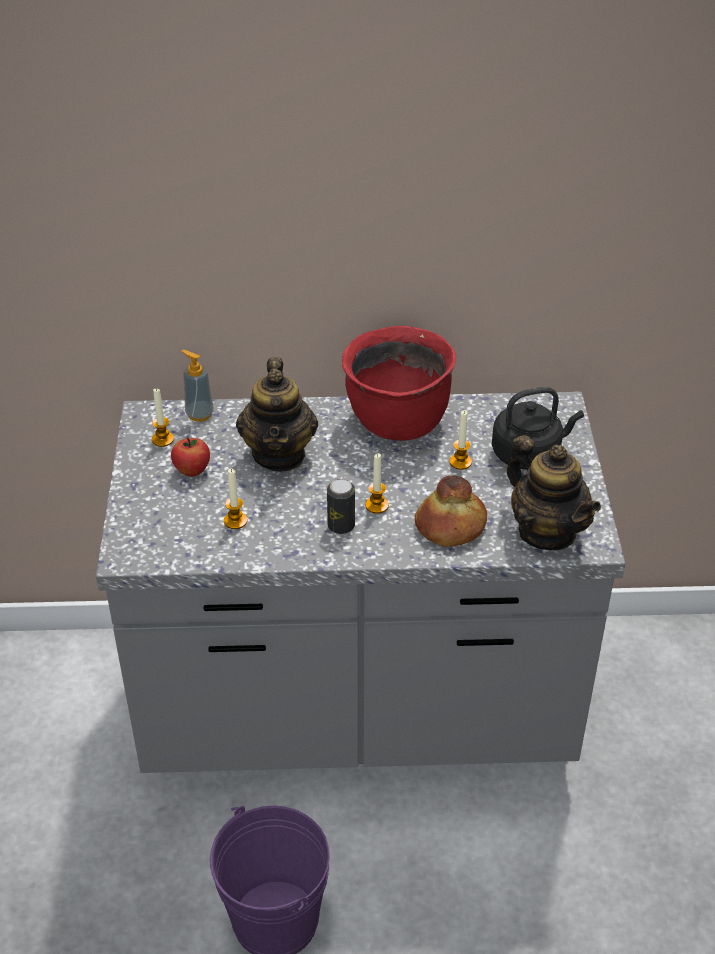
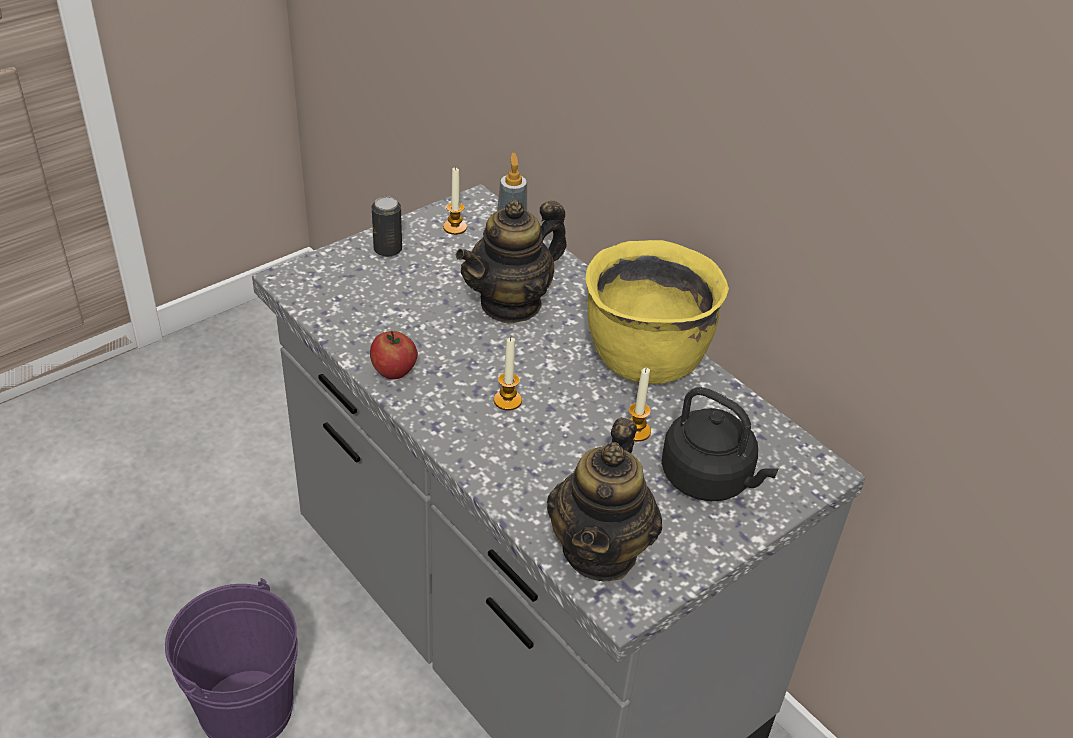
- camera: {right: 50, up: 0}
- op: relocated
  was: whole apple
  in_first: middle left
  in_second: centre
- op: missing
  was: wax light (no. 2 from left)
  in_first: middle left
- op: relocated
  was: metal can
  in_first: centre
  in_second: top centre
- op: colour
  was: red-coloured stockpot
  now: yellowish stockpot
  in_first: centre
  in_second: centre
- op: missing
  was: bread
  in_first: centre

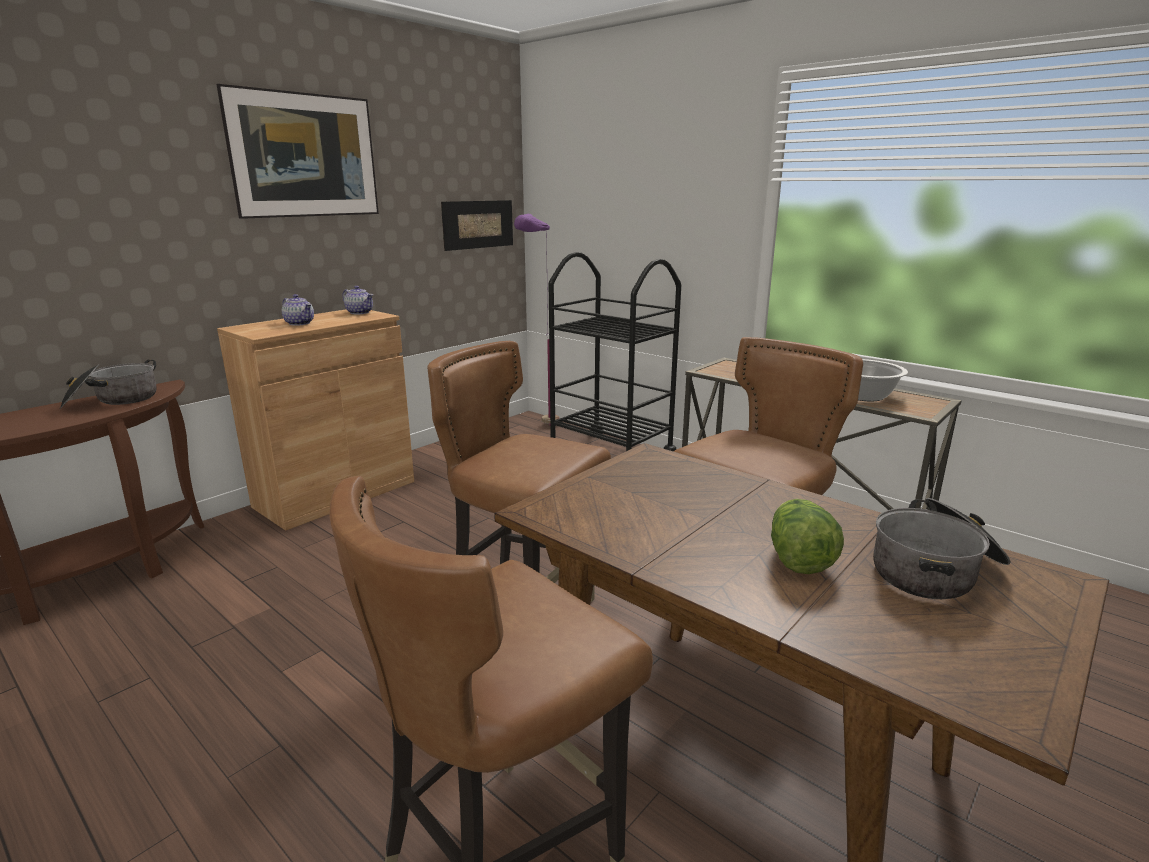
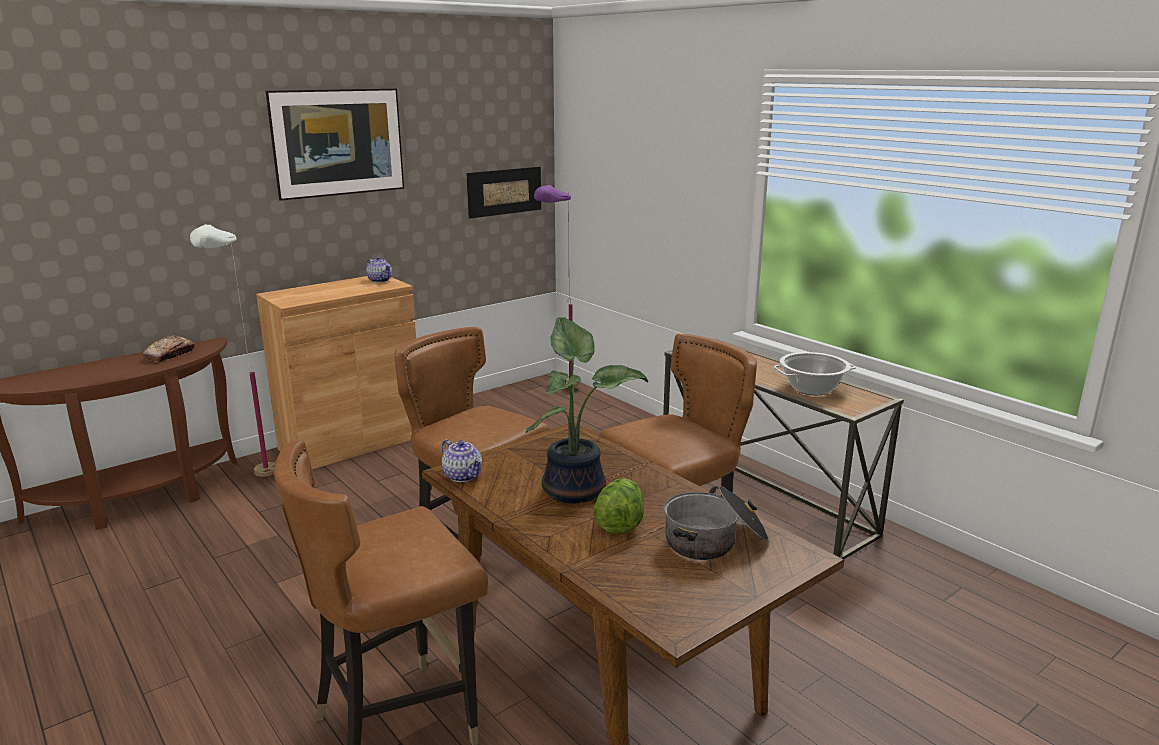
- camera: {right: 10, up: 0}
- op: exchanged
  was: stockpot (no. 1 from left)
  now: bread
  in_first: middle left
  in_second: middle left
- op: relocated
  was: teapot (no. 1 from left in the first image)
  now: teapot (no. 2 from left)
  in_first: middle left
  in_second: centre
- op: missing
  was: black wheeled cart
  in_first: centre
- op: appeared
  now: white-coloured floor lamp
  in_second: middle left
- op: appeared
  now: potted plant
  in_second: centre

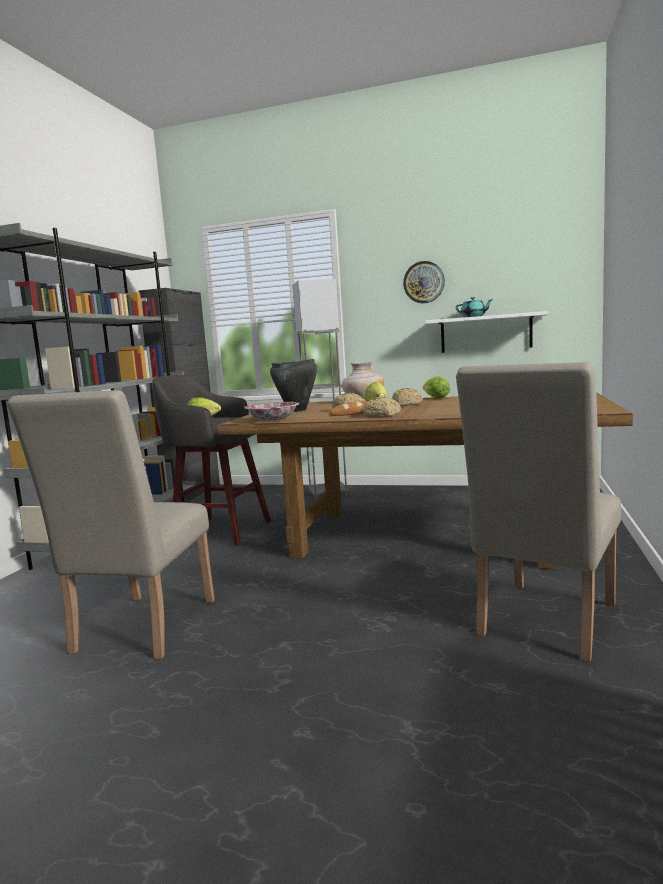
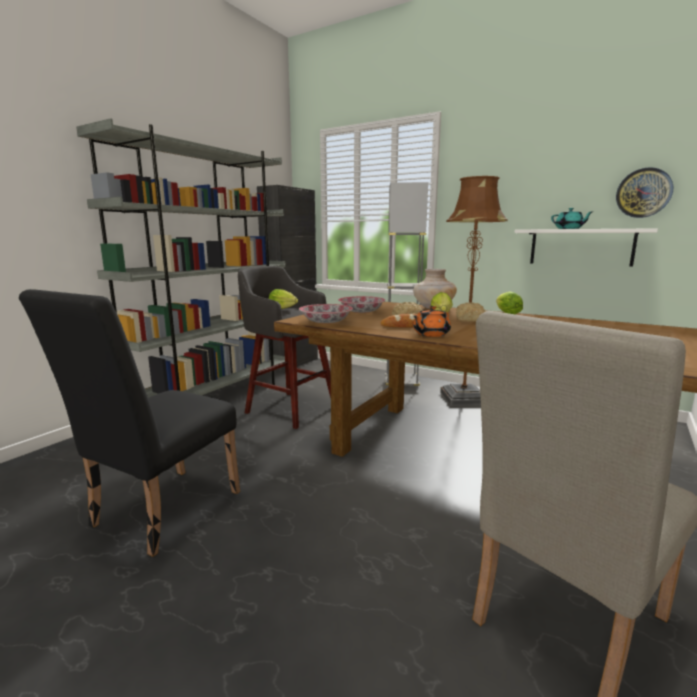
- camera: {right: 15, up: 5}
- op: colour
  was: beige chair (no. 1 from left)
  now: black chair
  in_first: middle left
  in_second: middle left
- op: exchanged
  was: black stockpot
  now: deep dish (no. 2 from left)
  in_first: centre
  in_second: centre
- op: exchanged
  was: bread (no. 3 from left)
  now: orange teapot
  in_first: centre
  in_second: centre
- op: relocated
  was: clock on the wall
  in_first: top centre
  in_second: top right
- op: appeared
  now: brown floor lamp
  in_second: middle right

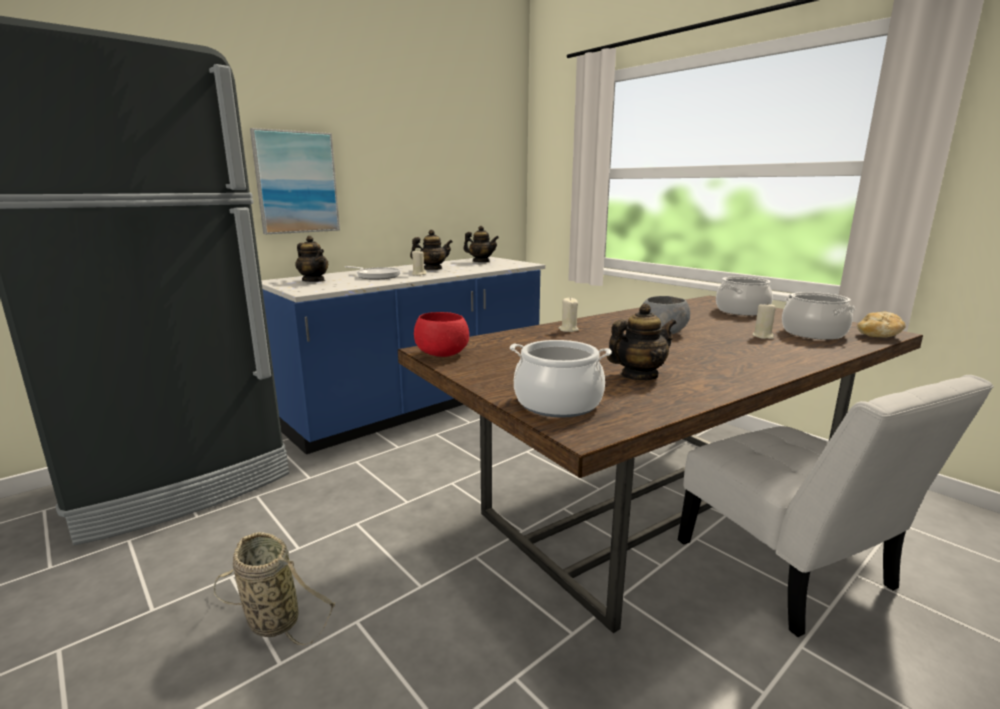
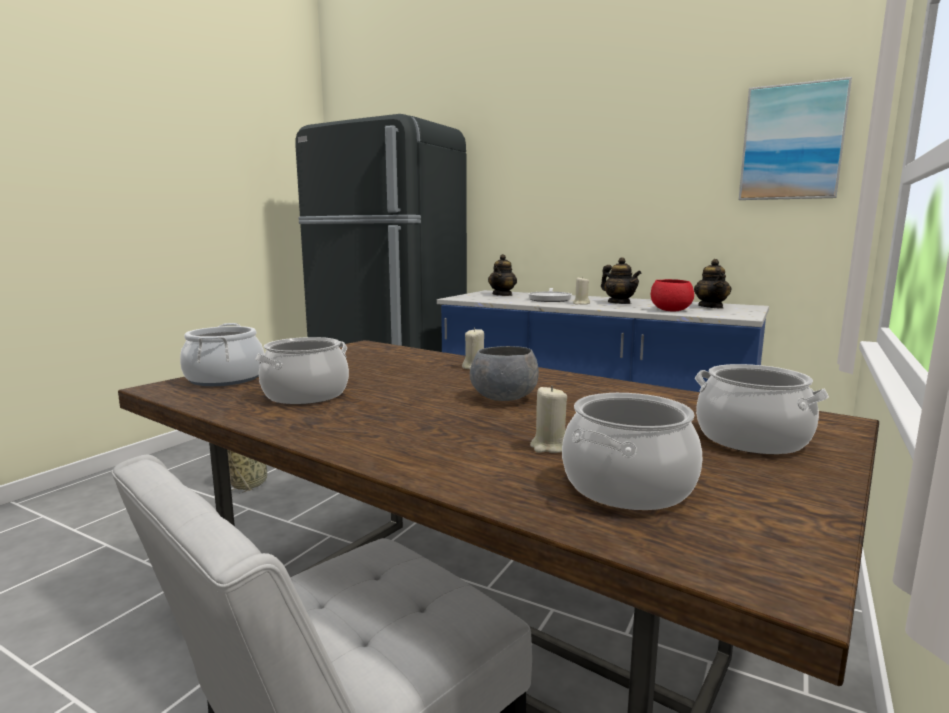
- camera: {right: 70, up: -5}
- op: relocated
  was: wall picture
  in_first: top left
  in_second: top right
- op: relocated
  was: red-coloured deep dish
  in_first: centre
  in_second: middle right
- op: exchanged
  was: teapot (no. 4 from left)
  now: stockpot (no. 2 from left)
  in_first: centre
  in_second: middle left
- op: missing
  was: bread
  in_first: middle right

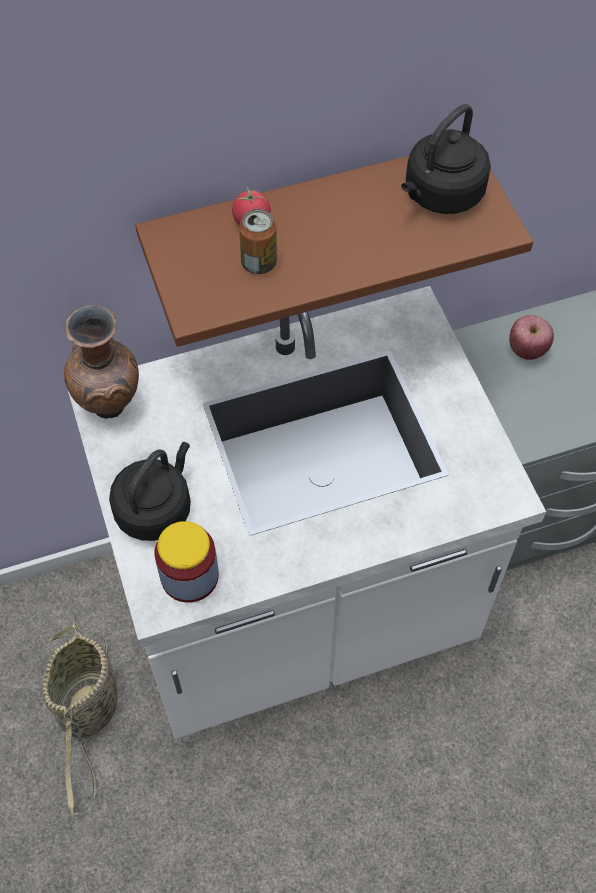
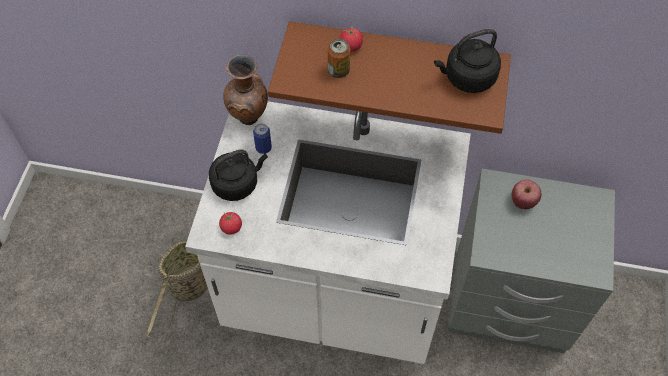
- camera: {right: 30, up: 0}
- op: exchanged
  was: jar
  now: tomato (no. 1 from left)
  in_first: middle left
  in_second: centre
- op: appeared
  now: metal can (no. 1 from left)
  in_second: centre

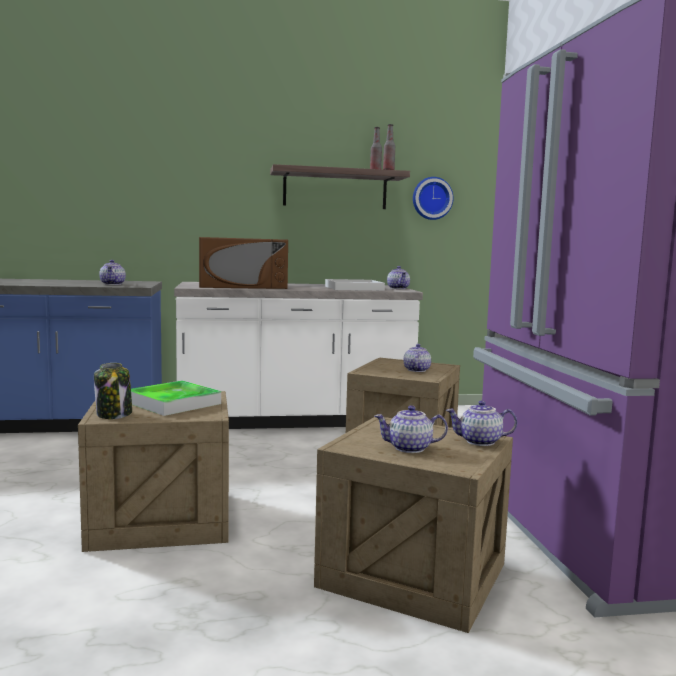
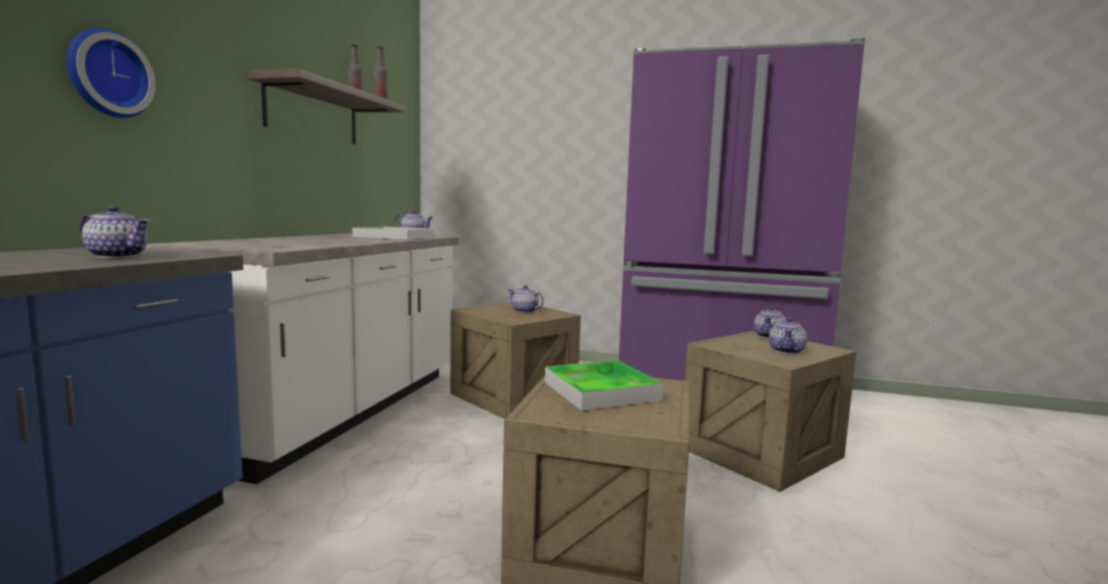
- camera: {right: -65, up: 0}
- op: missing
  was: jar
  in_first: middle left
- op: missing
  was: brown microwave oven
  in_first: centre
- op: relocated
  was: clock on the wall
  in_first: top centre
  in_second: top left

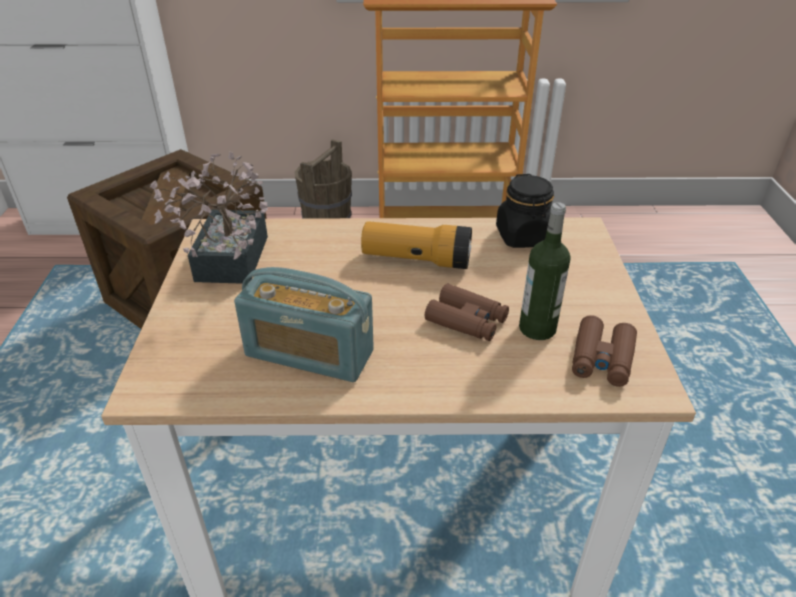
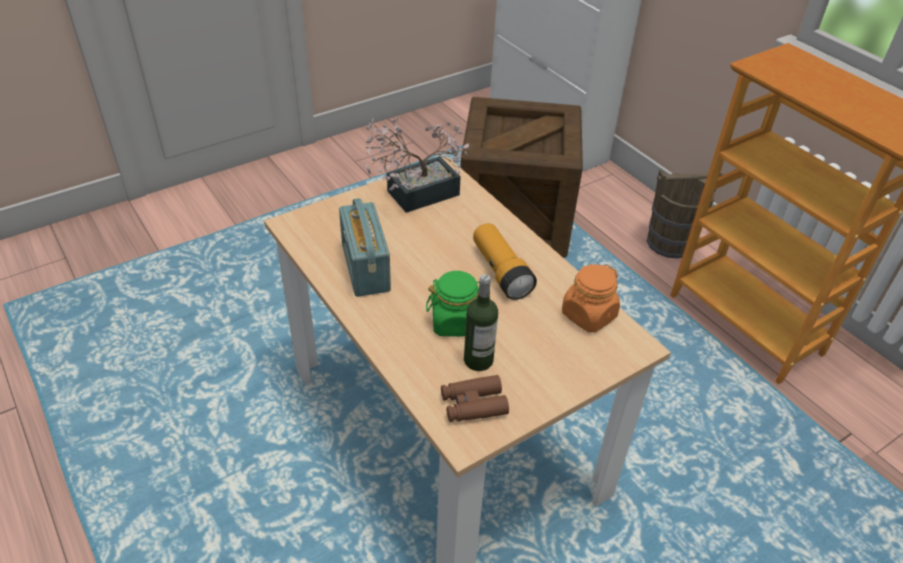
- camera: {right: 55, up: 5}
- op: exchanged
  was: brown pair of binoculars (no. 1 from left)
  now: greenish jar
  in_first: centre
  in_second: centre
- op: colour
  was: black jar
  now: orange jar
  in_first: centre
  in_second: centre

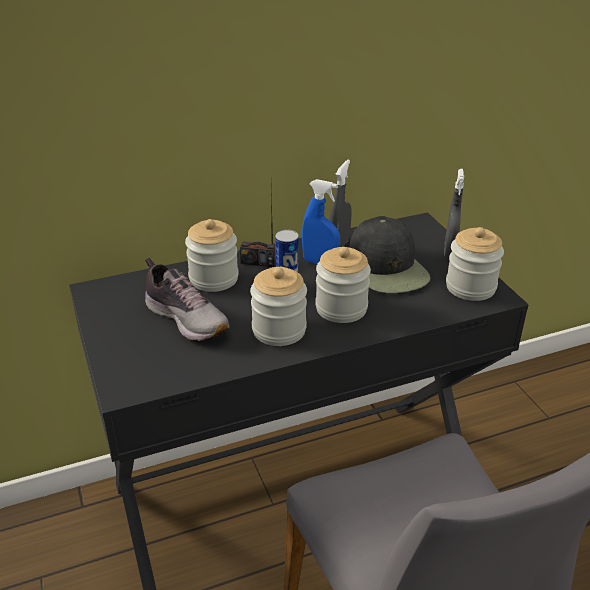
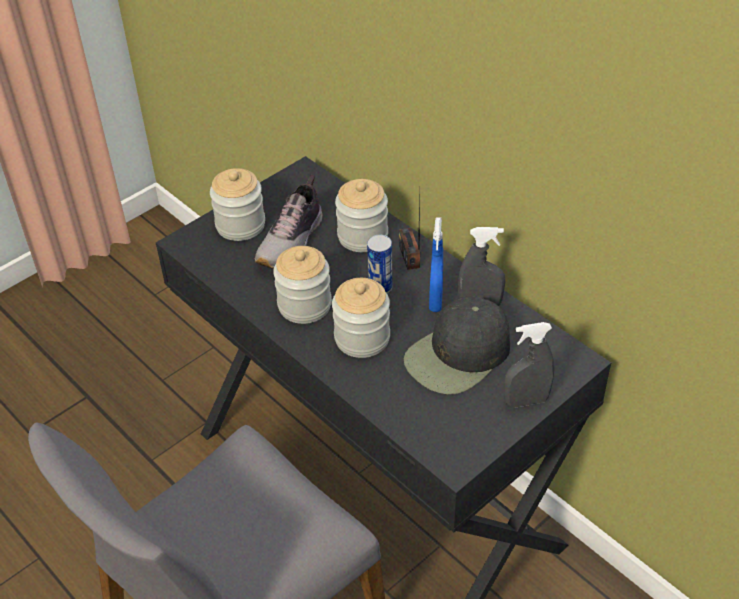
- camera: {right: 70, up: 10}
- op: relocated
  was: jar (no. 4 from left in the first image)
  now: jar (no. 1 from left)
  in_first: middle right
  in_second: middle left

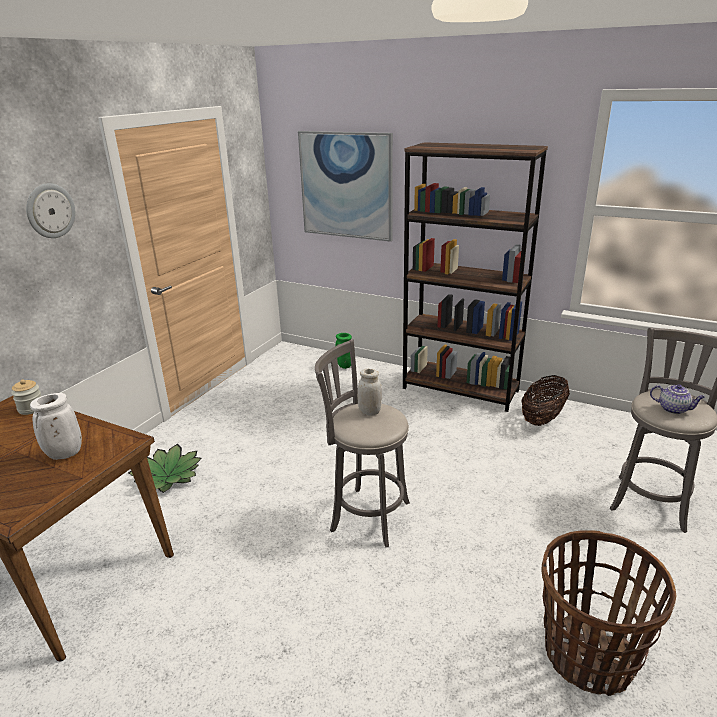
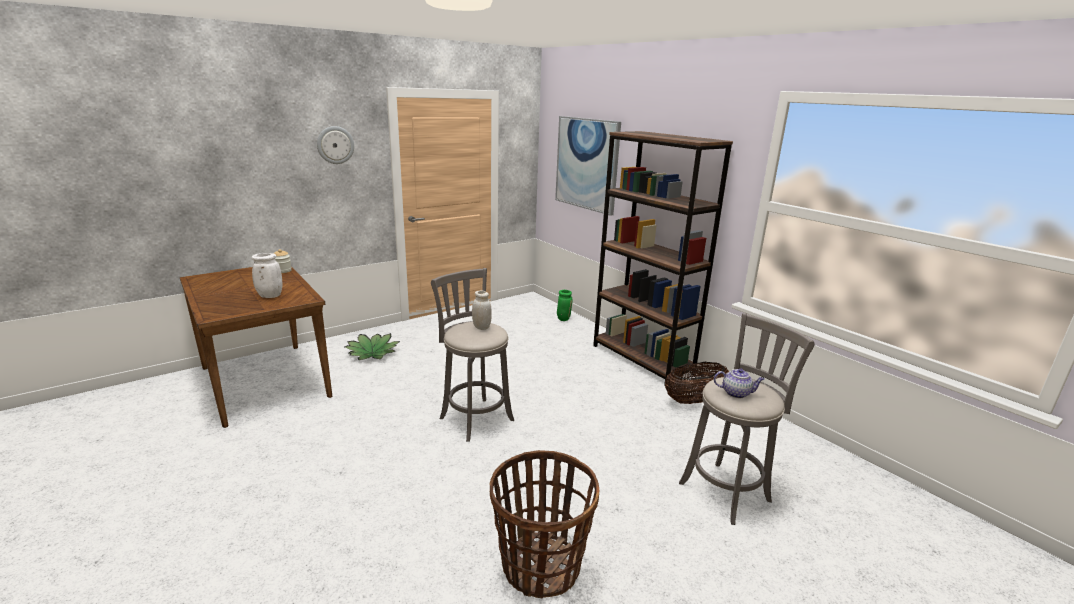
- camera: {right: 25, up: -5}
- op: spun
  was: teapot
  in_first: middle right
  in_second: middle right
  clockwise: -45

